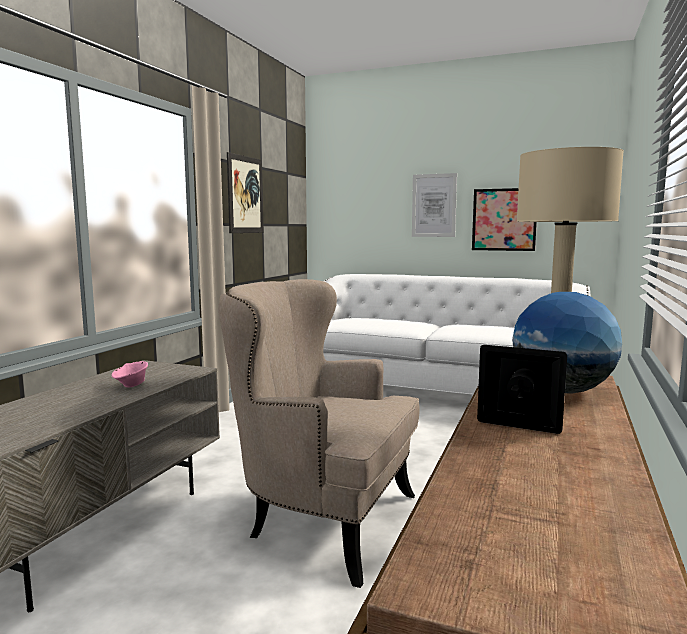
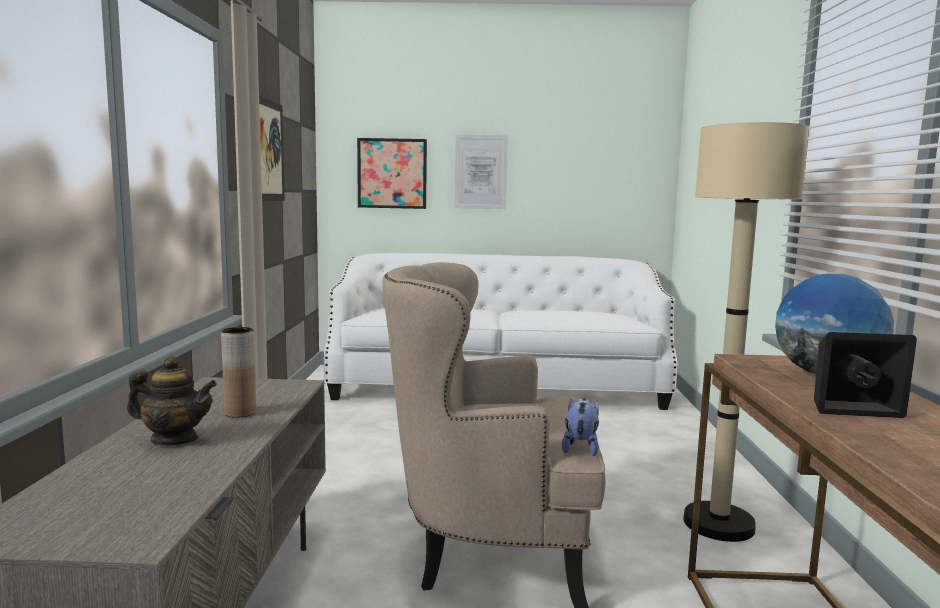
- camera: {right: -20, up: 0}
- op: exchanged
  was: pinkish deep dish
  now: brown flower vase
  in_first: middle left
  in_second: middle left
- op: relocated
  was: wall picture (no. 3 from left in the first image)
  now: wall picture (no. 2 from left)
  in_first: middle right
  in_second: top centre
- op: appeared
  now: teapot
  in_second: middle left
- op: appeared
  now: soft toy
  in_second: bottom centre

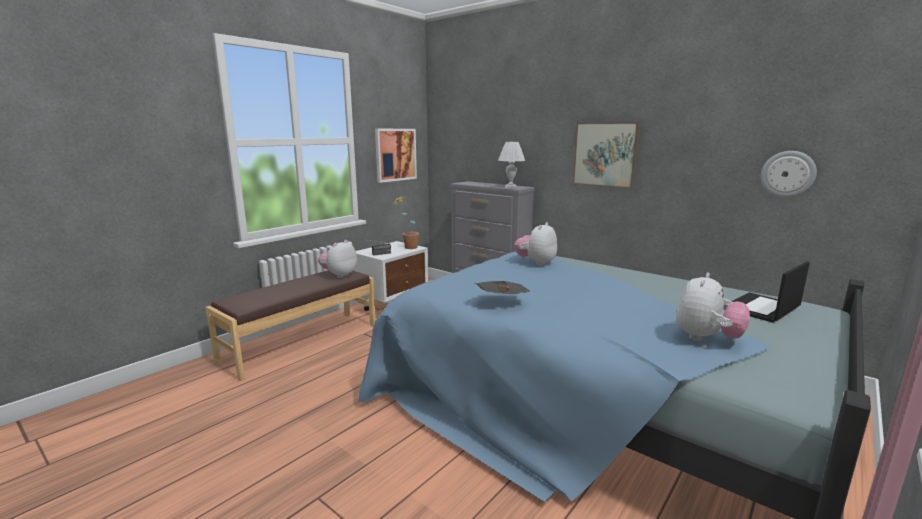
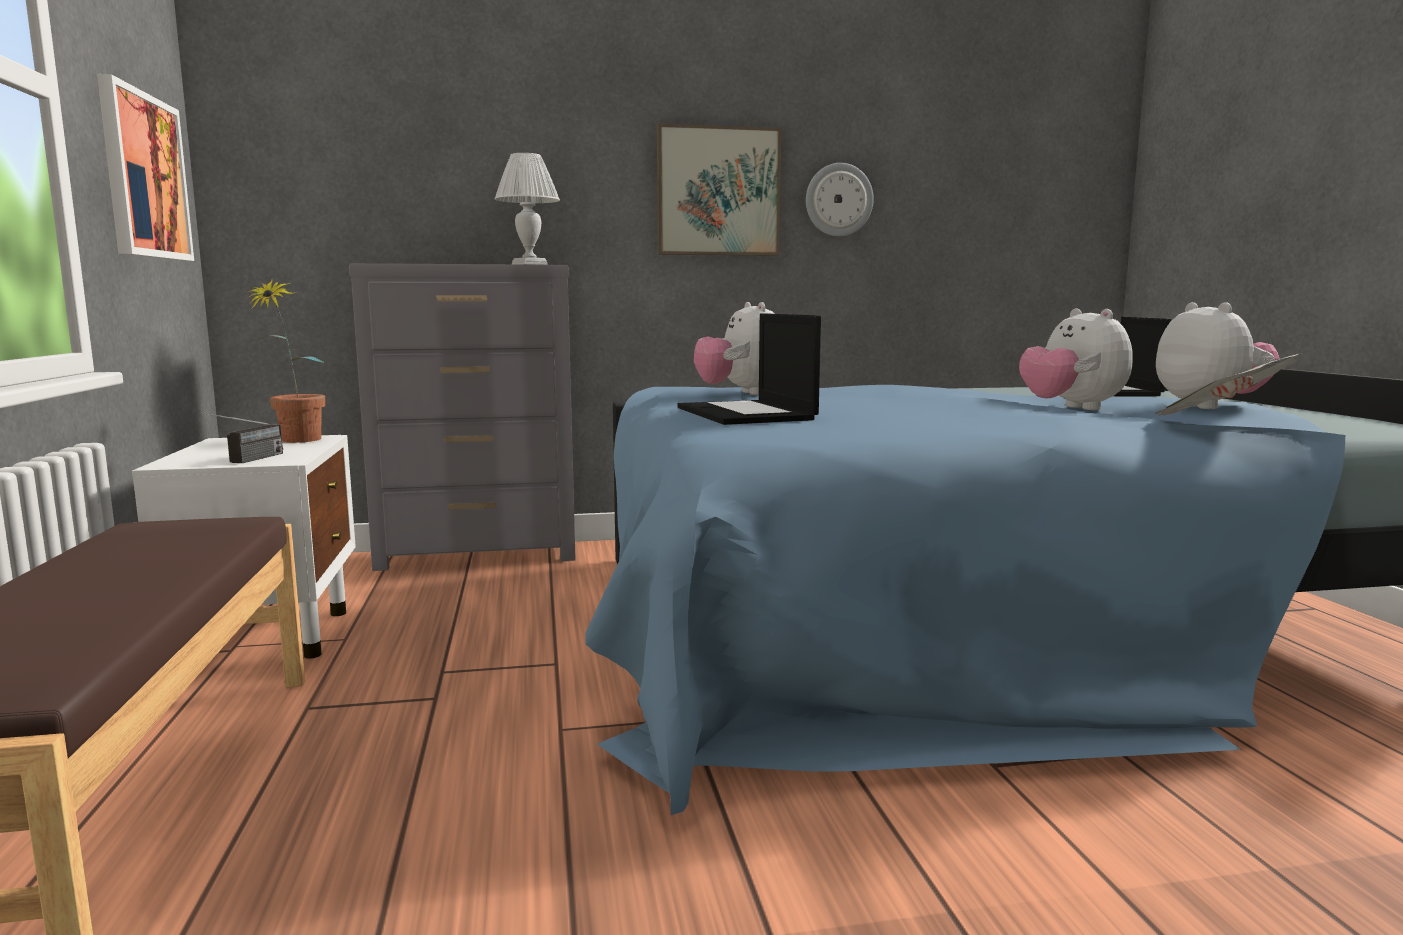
- camera: {right: -50, up: -5}
- op: relocated
  was: soft toy (no. 1 from left in the first image)
  now: soft toy (no. 2 from left)
  in_first: centre
  in_second: middle right
- op: relocated
  was: newspaper
  in_first: centre
  in_second: middle right
- op: relocated
  was: clock on the wall
  in_first: middle right
  in_second: top centre
- op: appeared
  now: portable computer (no. 1 from left)
  in_second: centre

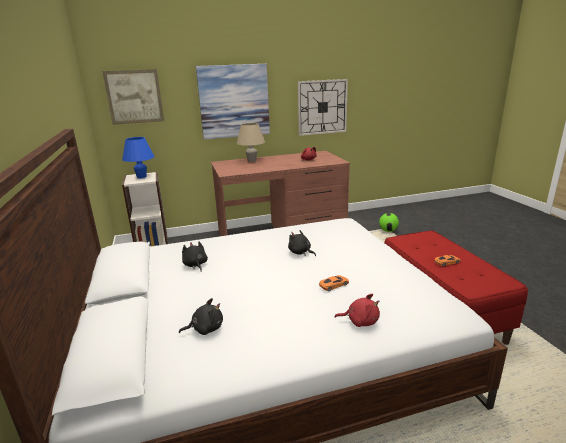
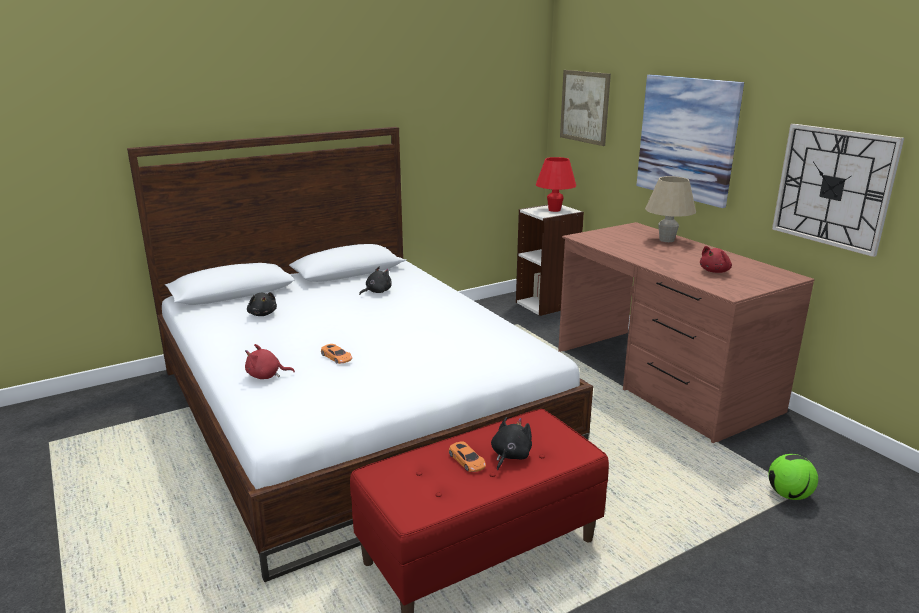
- camera: {right: 75, up: 0}
- op: colour
  was: blue-coloured tabletop lamp
  now: red-coloured tabletop lamp
  in_first: middle left
  in_second: top centre
- op: relocated
  was: black soft toy (no. 3 from left)
  in_first: centre
  in_second: bottom centre
- op: spun
  was: red-coloured soft toy (no. 2 from left in the first image)
  in_first: bottom centre
  in_second: middle left
  clockwise: 90

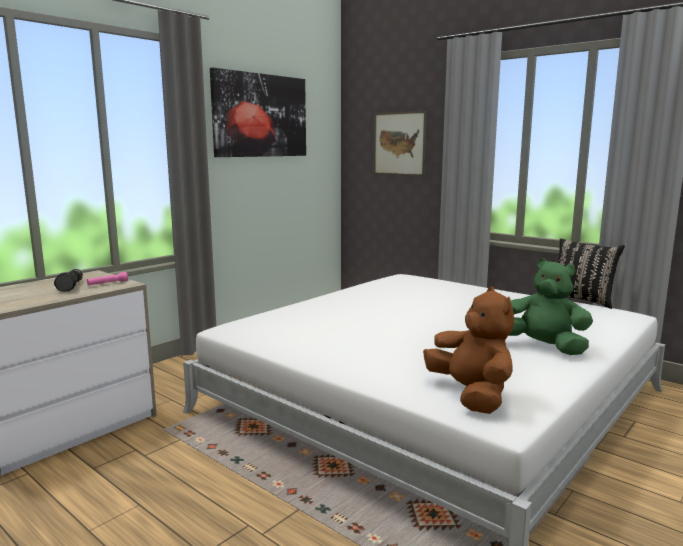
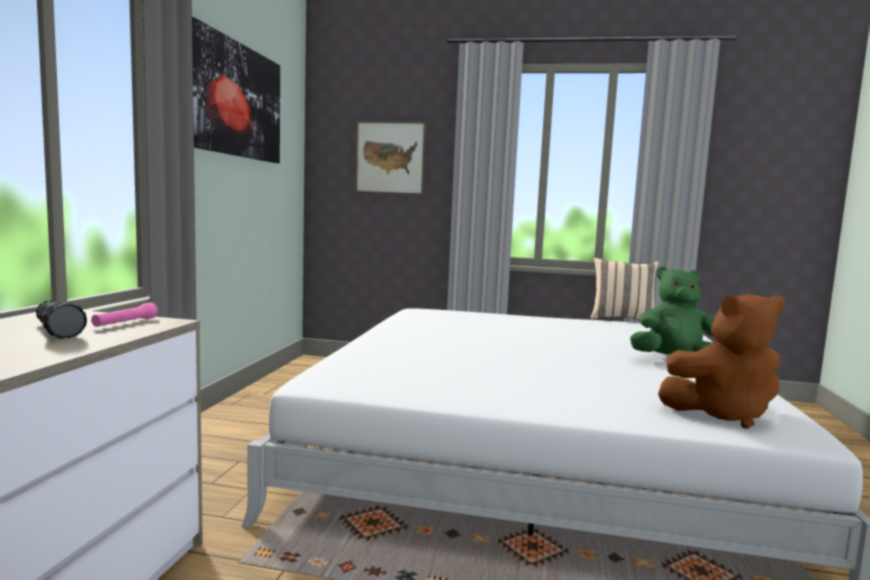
- camera: {right: -30, up: -5}
- op: spun
  was: brown soft toy
  in_first: middle right
  in_second: middle right
  clockwise: 135
- op: colour
  was: black cushion
  now: beige cushion
  in_first: middle right
  in_second: middle right

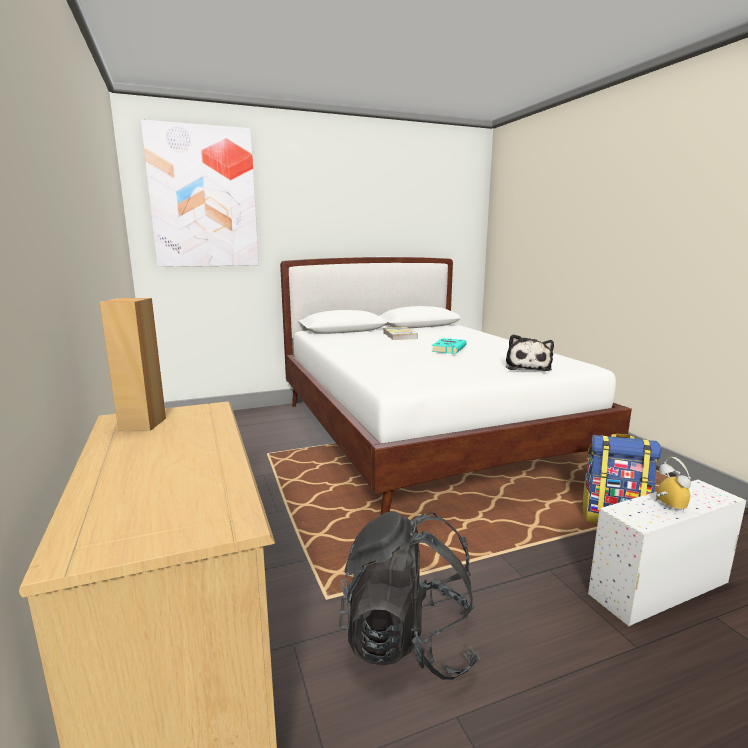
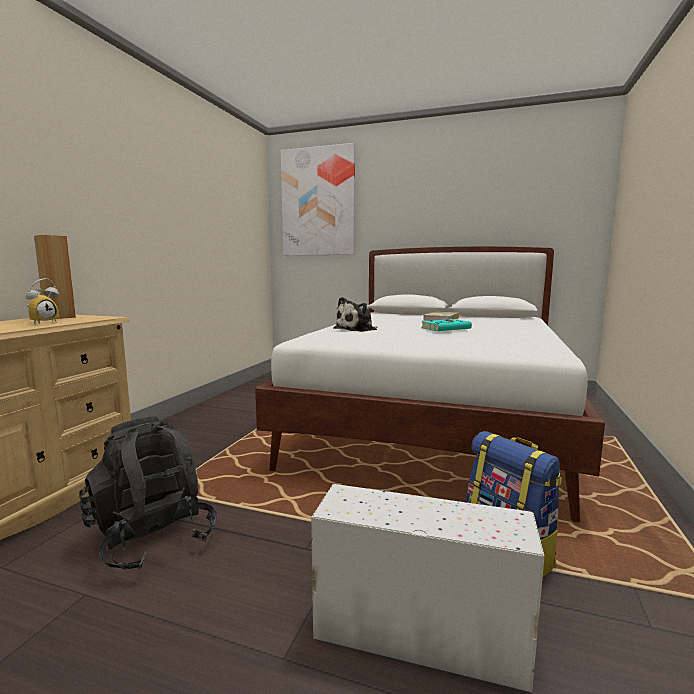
- camera: {right: 40, up: -5}
- op: relocated
  was: soft toy
  in_first: middle right
  in_second: centre
- op: relocated
  was: bedside clock
  in_first: middle right
  in_second: middle left

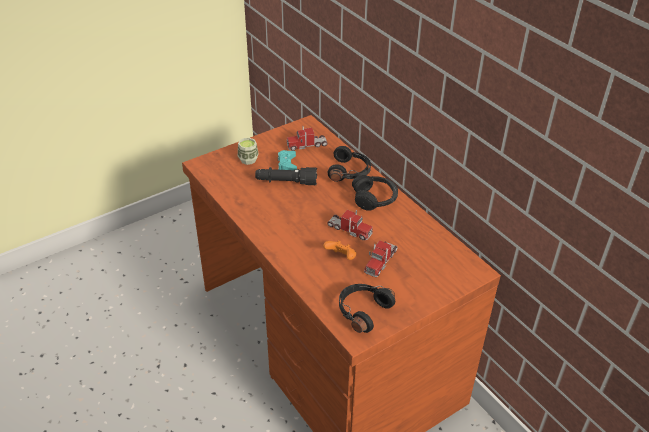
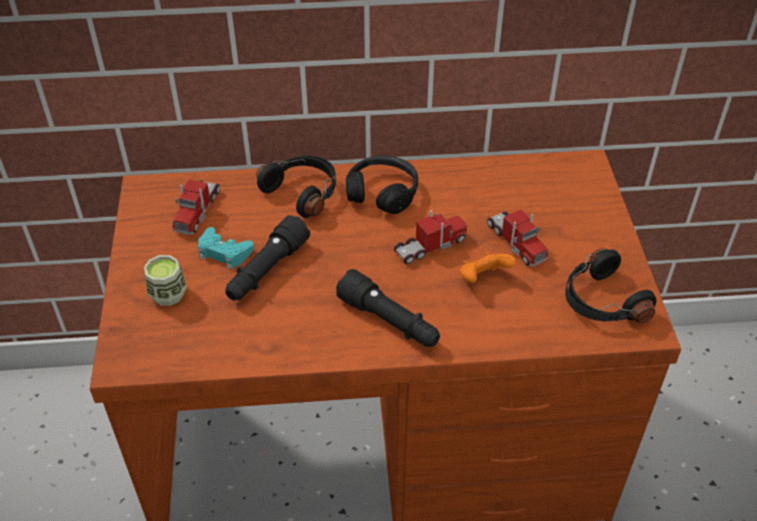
- camera: {right: -60, up: 5}
- op: appeared
  now: black torch (no. 2 from left)
  in_second: centre

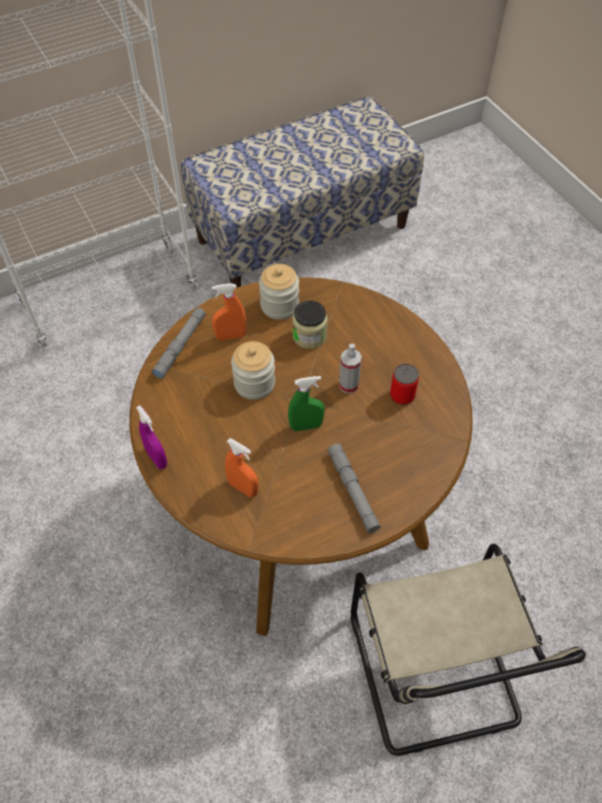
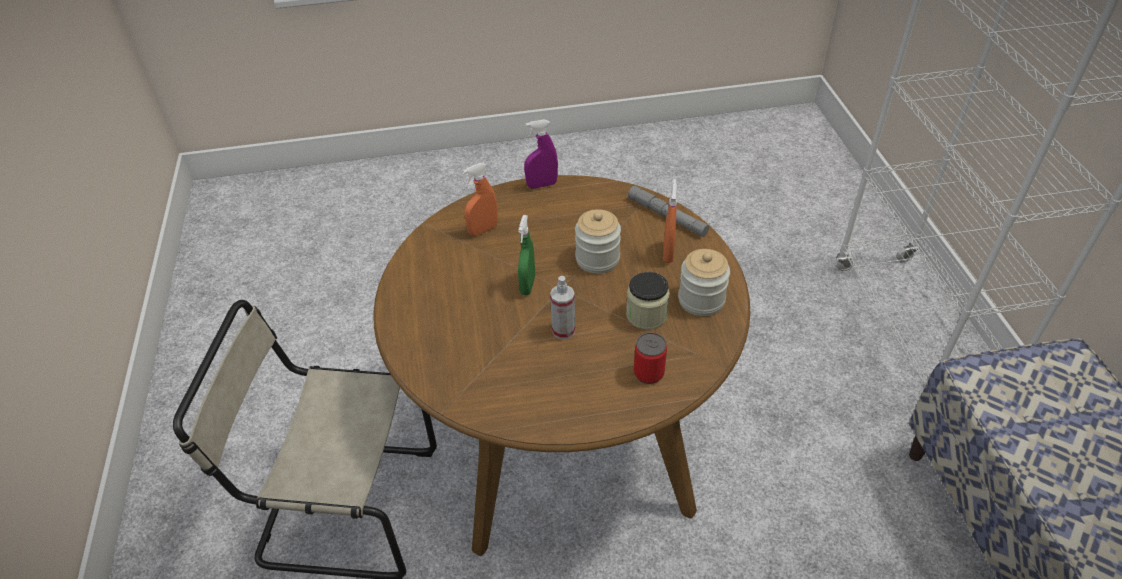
- camera: {right: 110, up: -10}
- op: missing
  was: greyish torch (no. 2 from left)
  in_first: centre
- op: relocated
  was: metal can
  in_first: middle right
  in_second: centre

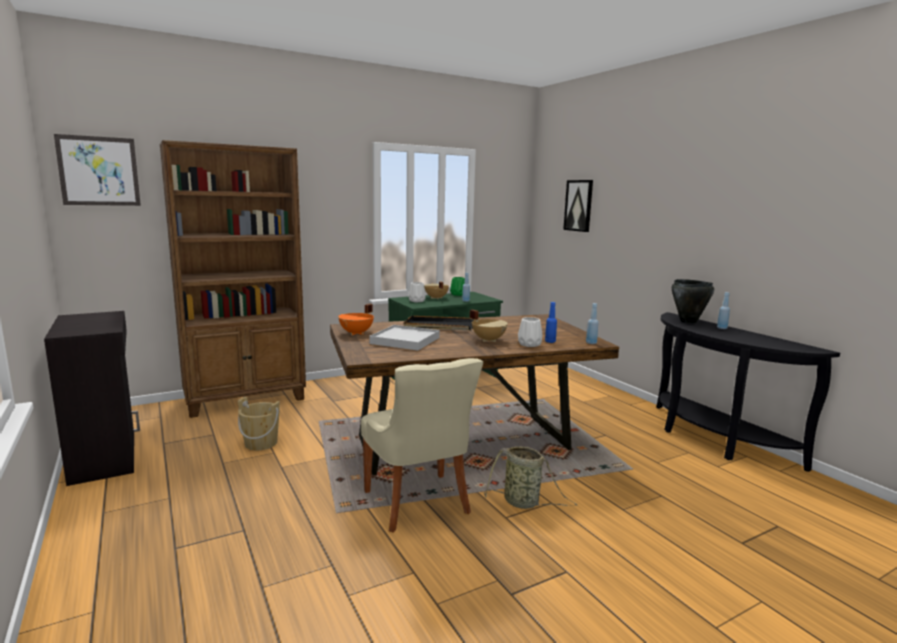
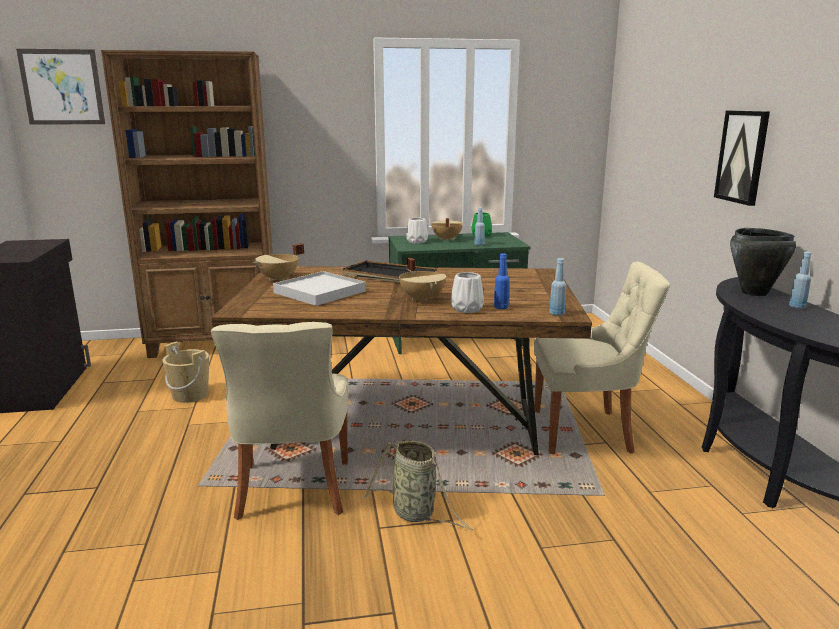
- camera: {right: 20, up: 5}
- op: colour
  was: orange stockpot
  now: beige stockpot (no. 1 from left)
  in_first: centre
  in_second: middle left
- op: relocated
  was: wall picture (no. 2 from left)
  in_first: top centre
  in_second: top right
- op: appeared
  now: beige chair (no. 2 from left)
  in_second: middle right

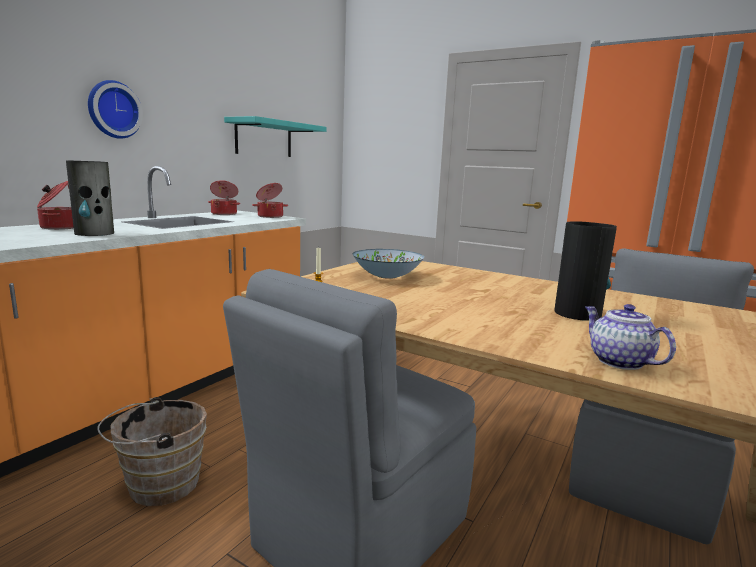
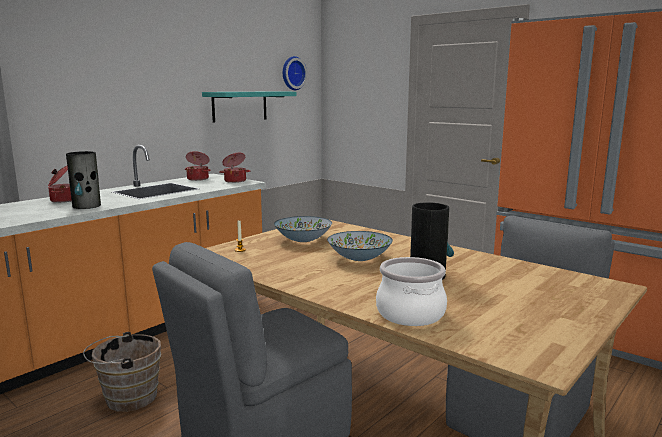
- camera: {right: 10, up: 0}
- op: relocated
  was: clock on the wall
  in_first: top left
  in_second: top centre
- op: exchanged
  was: teapot
  now: stockpot (no. 4 from left)
  in_first: middle right
  in_second: centre
- op: appeared
  now: deep dish (no. 2 from left)
  in_second: centre

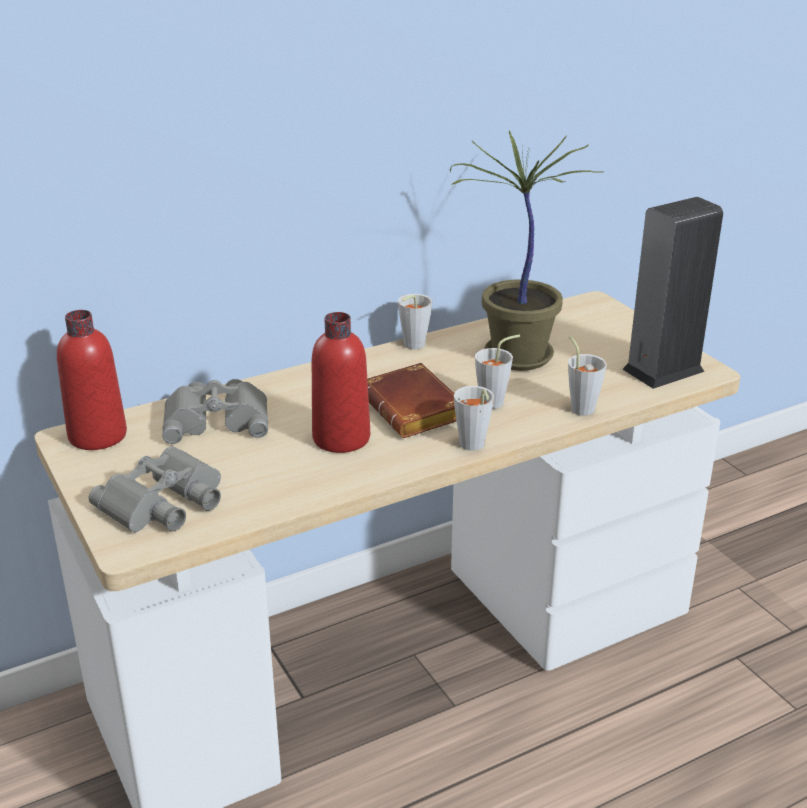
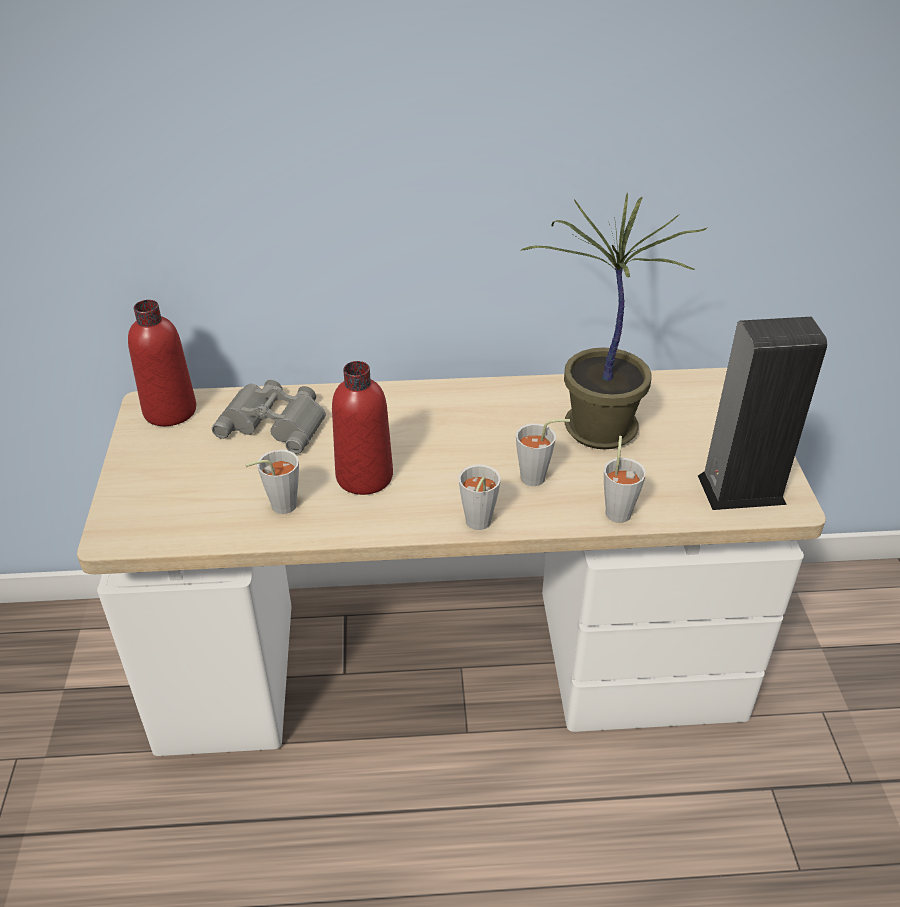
- camera: {right: 25, up: 10}
- op: missing
  was: greyish pair of binoculars (no. 1 from left)
  in_first: middle left
- op: missing
  was: brown book
  in_first: centre
- op: relocated
  was: greyish small cup (no. 1 from left)
  in_first: centre
  in_second: middle left

